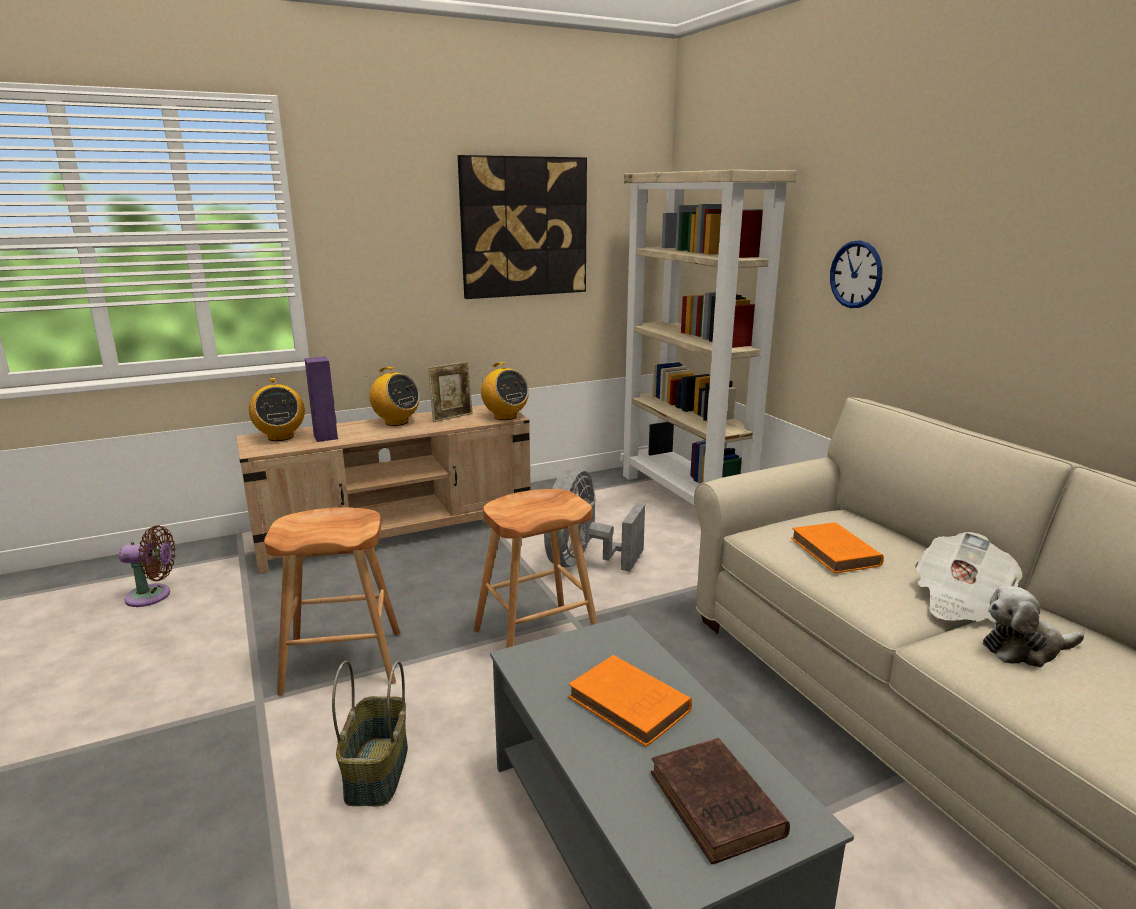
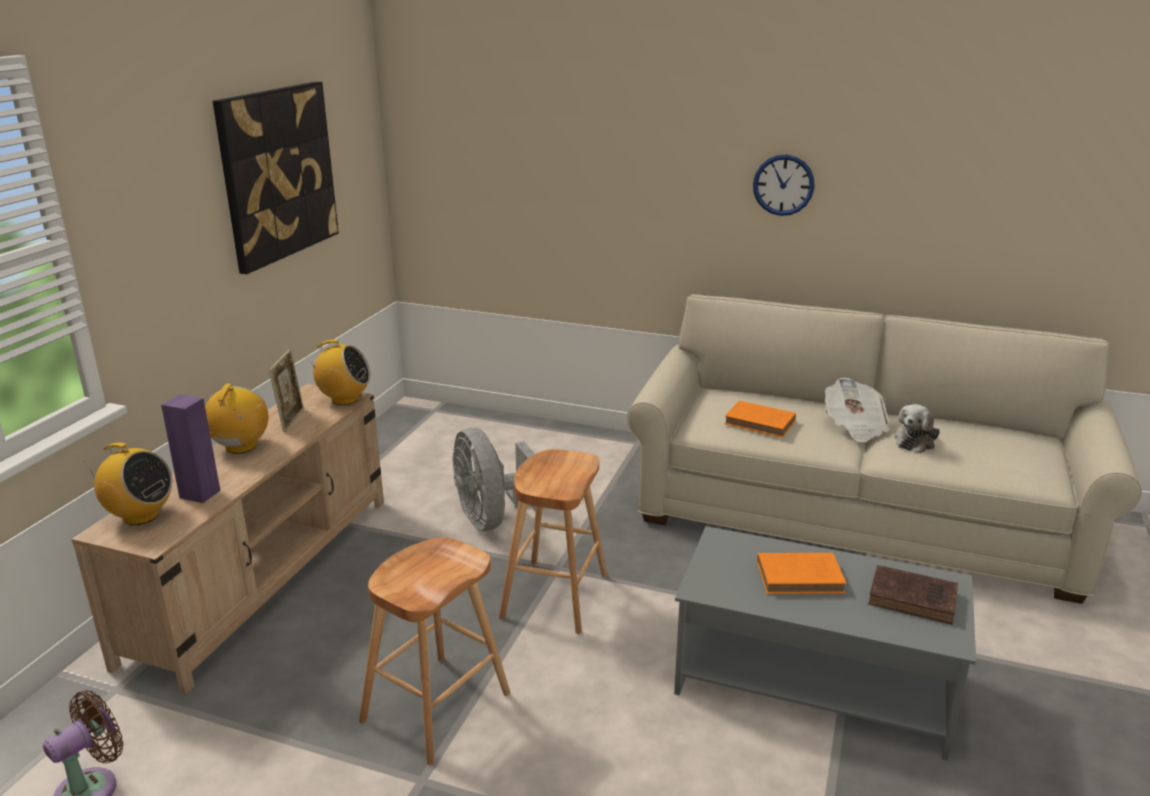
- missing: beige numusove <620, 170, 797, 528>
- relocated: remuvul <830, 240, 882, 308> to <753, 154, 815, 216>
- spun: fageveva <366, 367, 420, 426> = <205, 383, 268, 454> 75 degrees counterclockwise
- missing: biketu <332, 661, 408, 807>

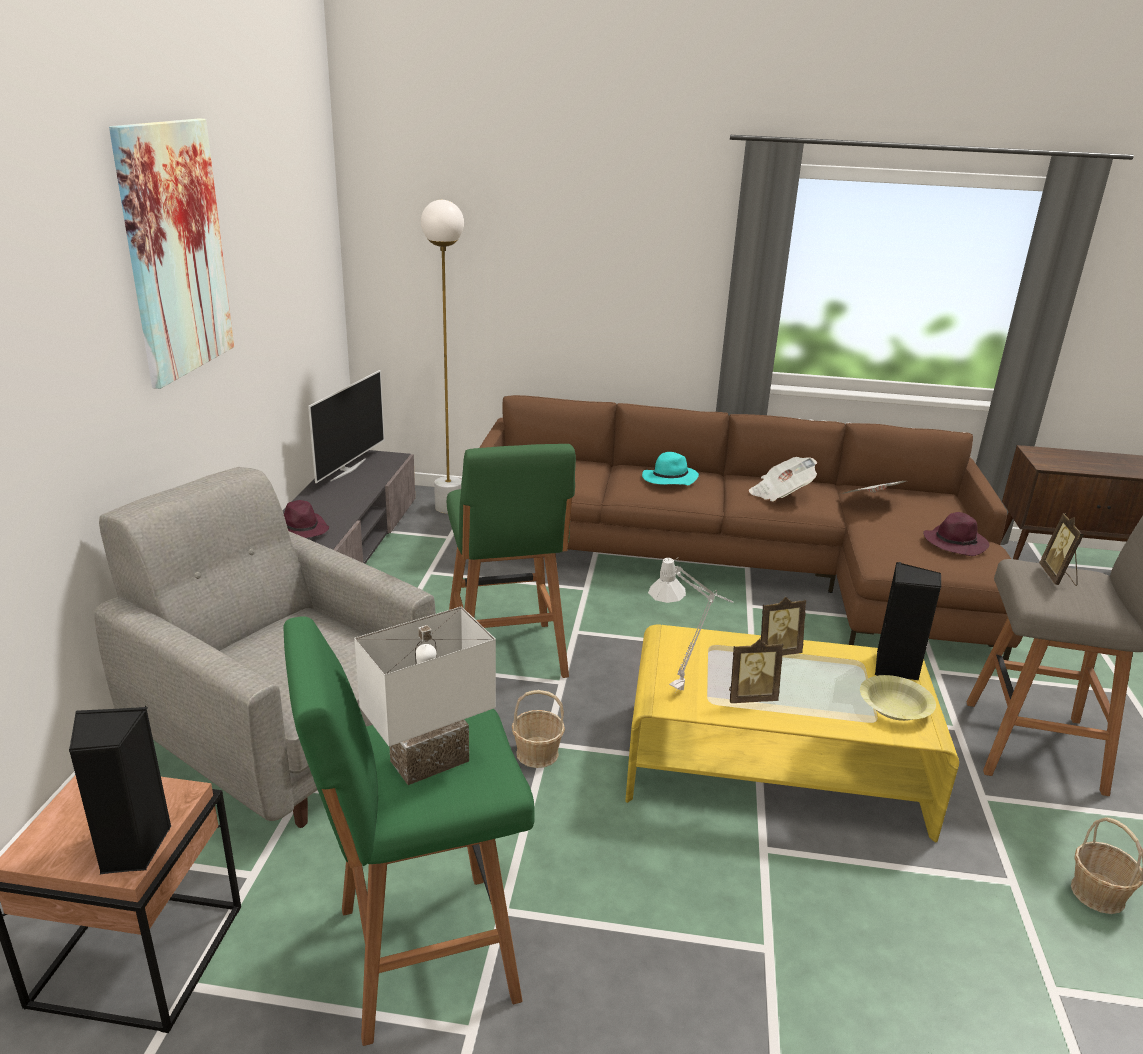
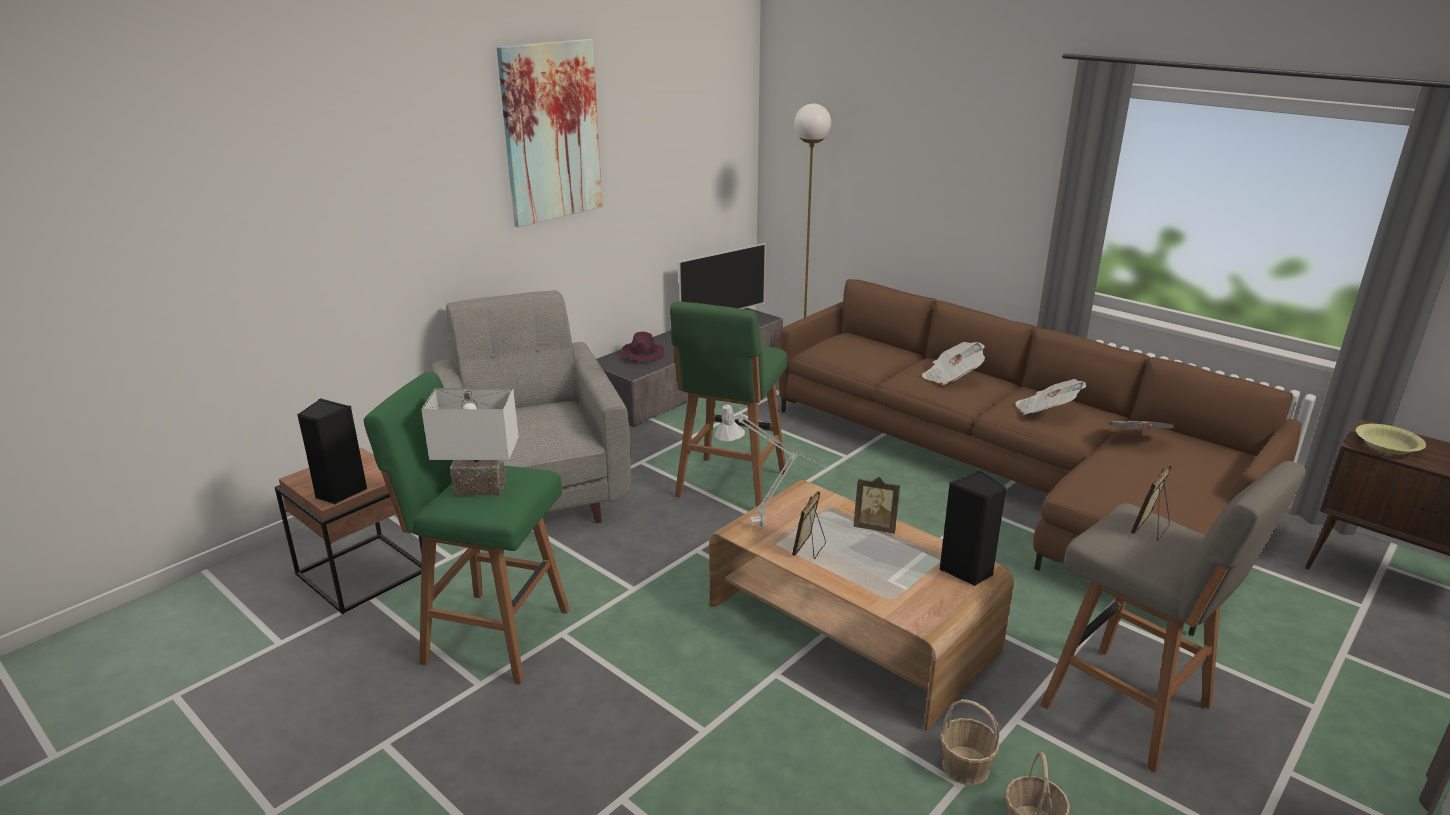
- exchanged: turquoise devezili <642, 452, 699, 485> to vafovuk <922, 342, 985, 385>
- missing: purple devezili <923, 512, 989, 556>
- colour: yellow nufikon <625, 625, 959, 842> to brown nufikon <709, 480, 1014, 730>
- spun: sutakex <729, 639, 783, 703> = <792, 491, 826, 559> 90 degrees clockwise
- relocated: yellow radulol <860, 675, 936, 721> to <1356, 424, 1426, 455>
- relocated: biketu <512, 690, 565, 768> to <940, 699, 1000, 785>

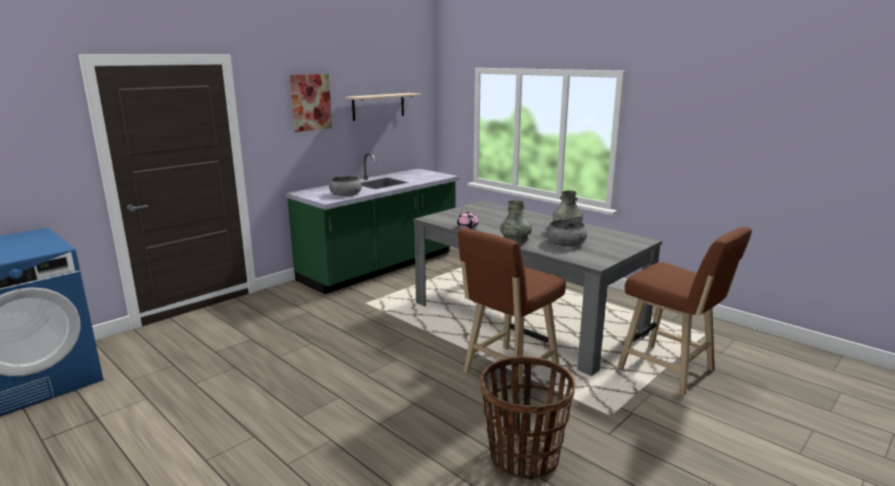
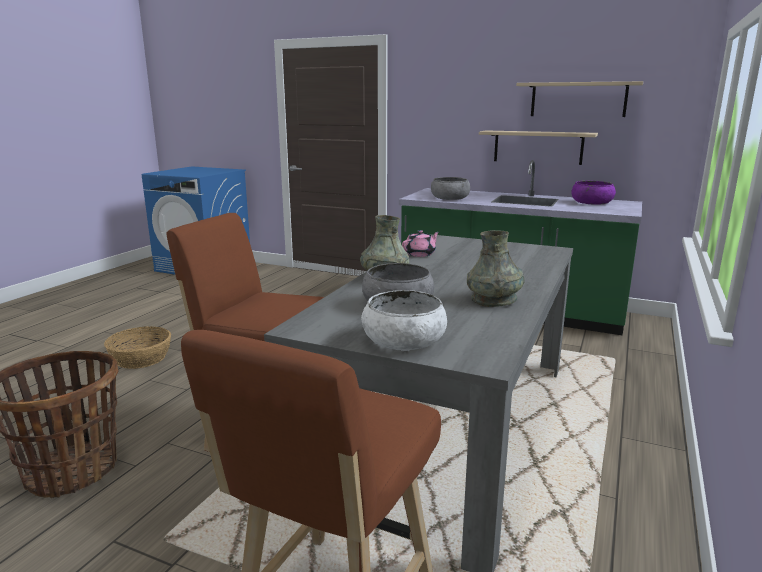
- missing: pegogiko <290, 74, 332, 132>
- appeared: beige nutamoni <479, 130, 598, 165>
- appeared: purple radulol <571, 181, 616, 205>
- appeared: white radulol <361, 290, 447, 351>
- appeared: biketu <104, 326, 171, 369>

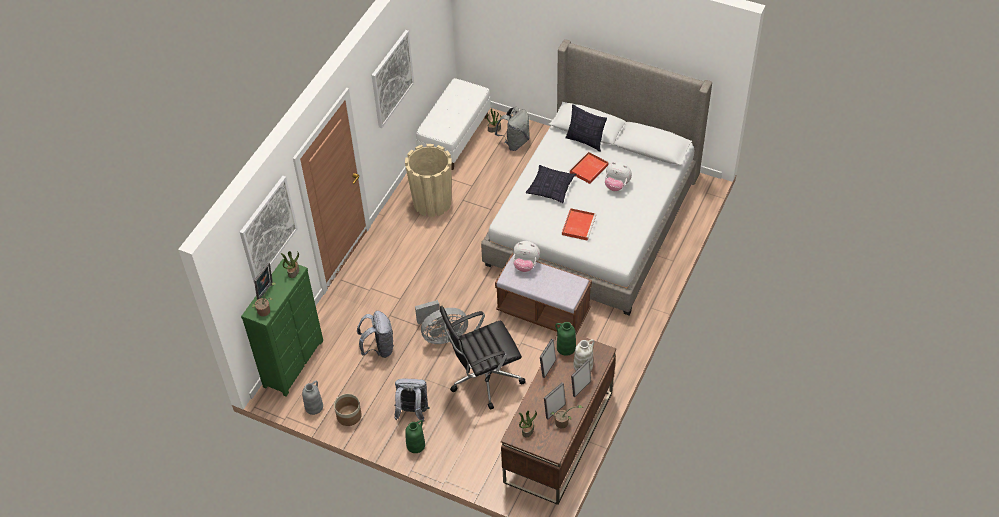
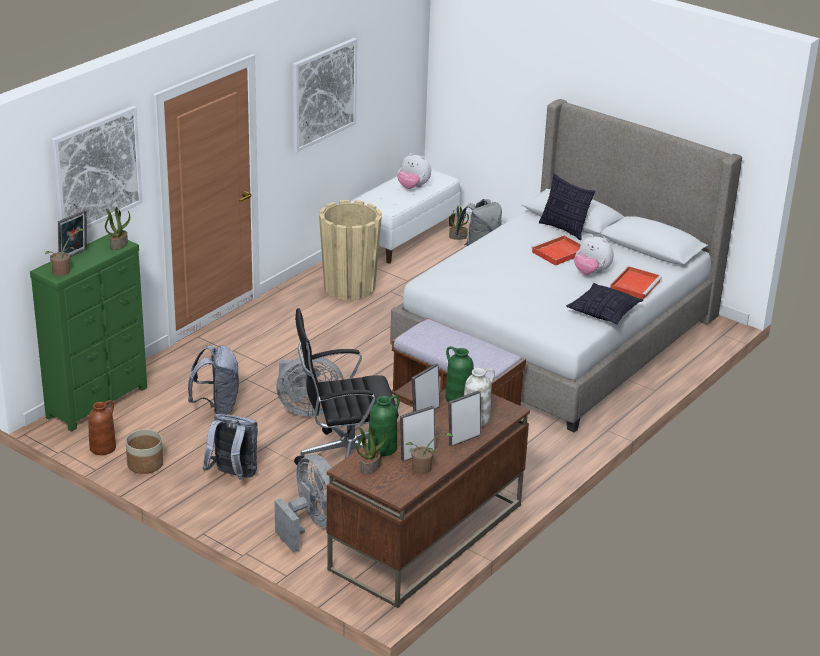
- relocated: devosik <525, 165, 576, 203> to <566, 283, 643, 324>
- relocated: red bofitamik <562, 208, 597, 241> to <610, 266, 662, 300>
- relocated: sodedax <513, 241, 540, 272> to <397, 153, 431, 189>
- colour: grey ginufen <302, 381, 323, 415> to brown ginufen <88, 400, 116, 455>
- relocated: green ginufen <405, 420, 425, 453> to <368, 395, 400, 456>
- appeared: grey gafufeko <275, 454, 335, 552>

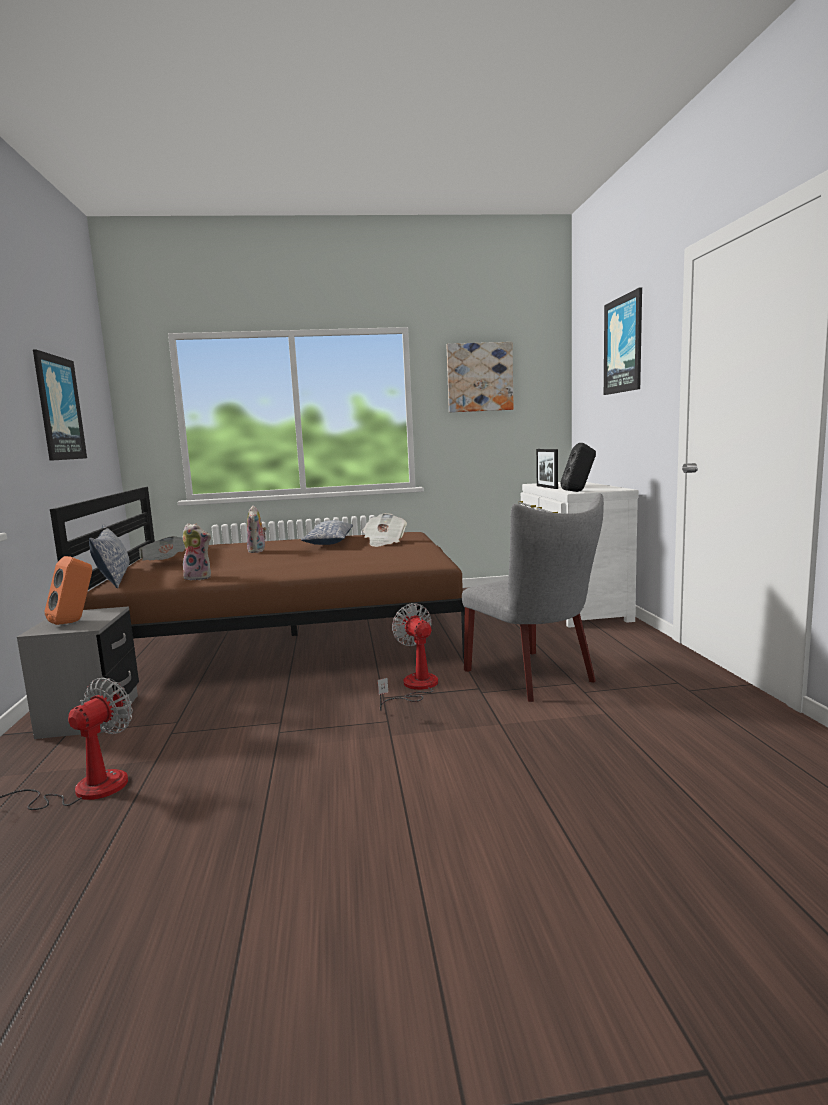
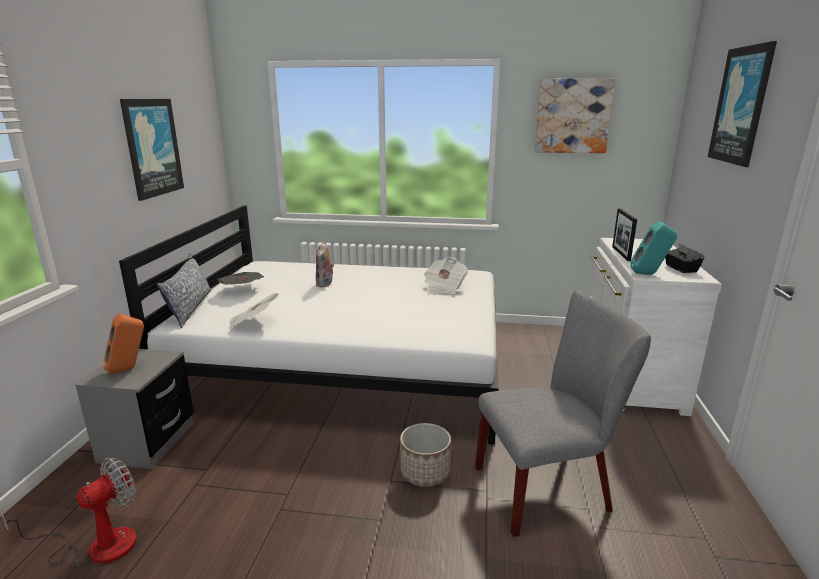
- colour: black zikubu <560, 443, 596, 492> to turquoise zikubu <631, 221, 677, 275>
- colour: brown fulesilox <50, 487, 465, 659> to white fulesilox <119, 205, 499, 445>
- spun: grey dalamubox <462, 493, 604, 702> = <475, 290, 651, 537> 90 degrees counterclockwise
- missing: devosik <301, 520, 353, 545>
- exchanged: sodedax <182, 523, 211, 580> to vafovuk <229, 293, 279, 329>
- exchanged: gafufeko <378, 603, 438, 711> to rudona <400, 423, 451, 487>
- appeared: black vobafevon <665, 243, 704, 273>

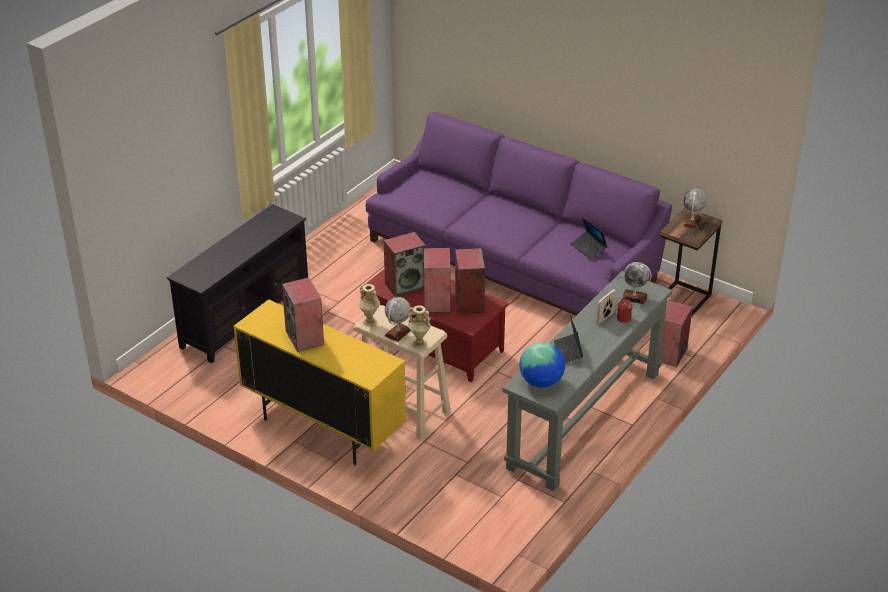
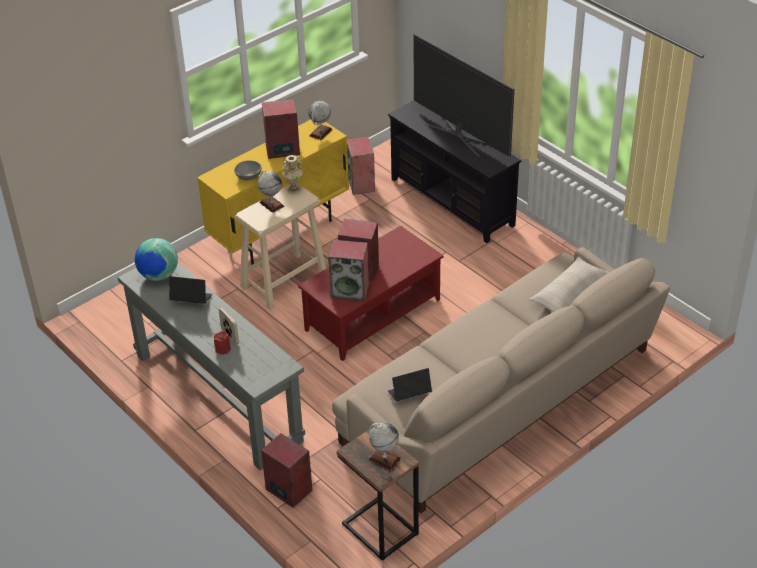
- colour: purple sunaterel <366, 112, 672, 315> to beige sunaterel <332, 247, 670, 514>
- relocated: zikubu <384, 232, 425, 297> to <347, 136, 375, 195>
- relocated: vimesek <621, 262, 652, 304> to <308, 101, 332, 140>
- missing: beige ginufen <408, 305, 431, 349>
- appeared: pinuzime <413, 34, 514, 157>
- appeared: grey radulol <234, 160, 262, 181>
- appeared: beige devosik <529, 257, 610, 312>

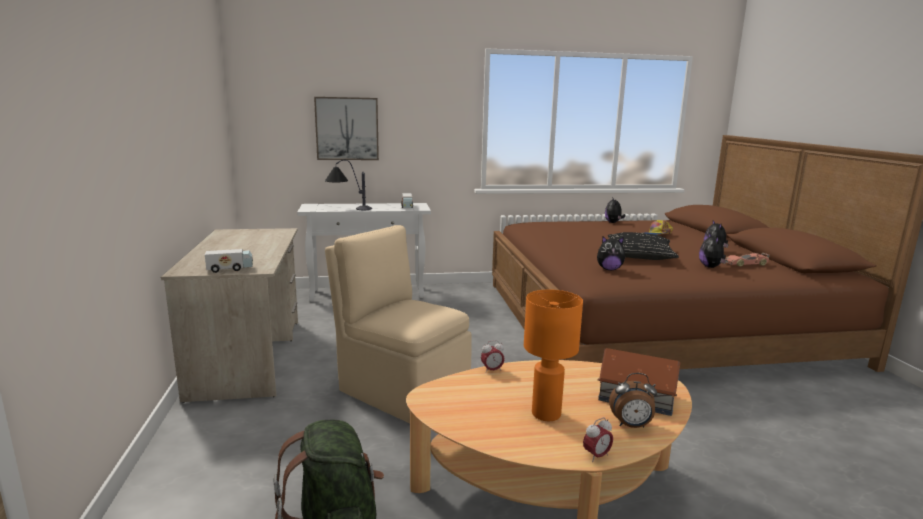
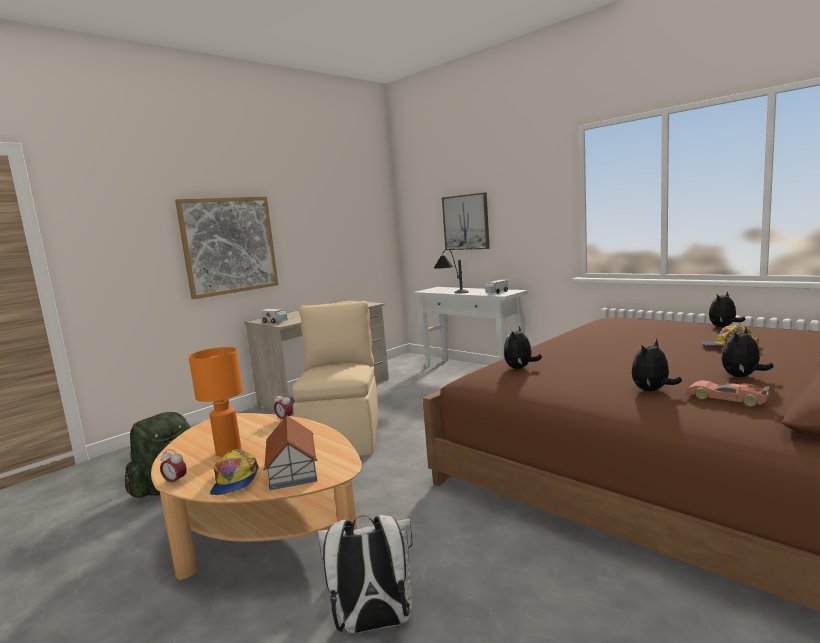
- missing: black devosik <608, 232, 679, 260>
- spun: sodedax <597, 237, 626, 270> = <504, 326, 542, 369> 60 degrees clockwise
- exchanged: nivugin <609, 373, 657, 428> to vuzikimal <210, 449, 259, 495>
- appeared: pegogiko <175, 196, 278, 299>
- appeared: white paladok <317, 515, 413, 633>

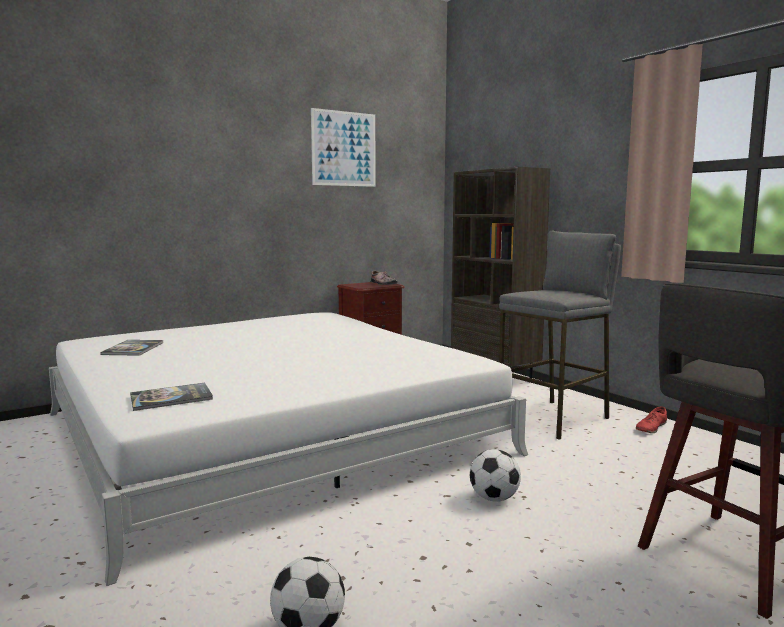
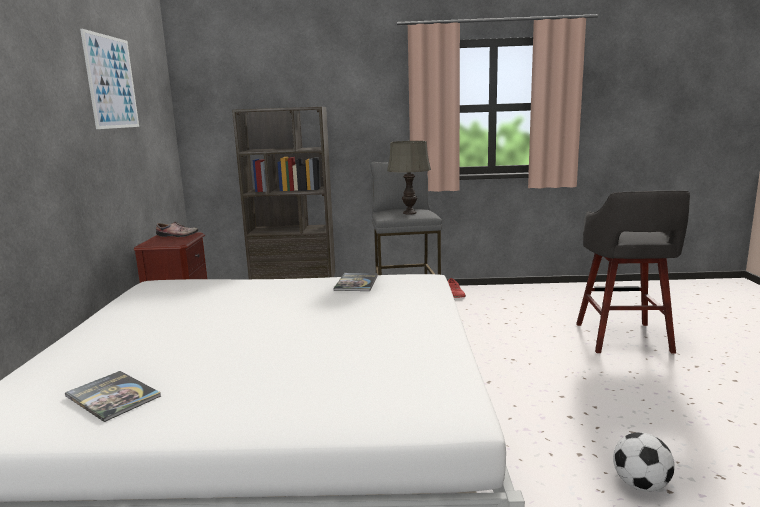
- relocated: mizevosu <130, 383, 213, 411> to <334, 273, 378, 291>
- missing: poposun <470, 449, 521, 502>
- appeared: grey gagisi <387, 141, 431, 215>

